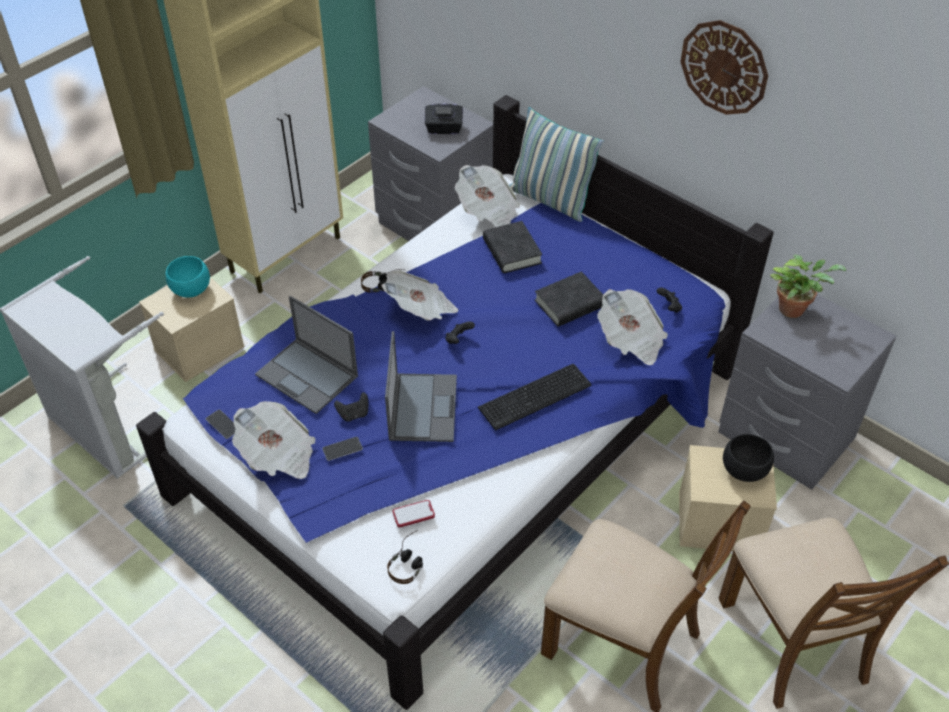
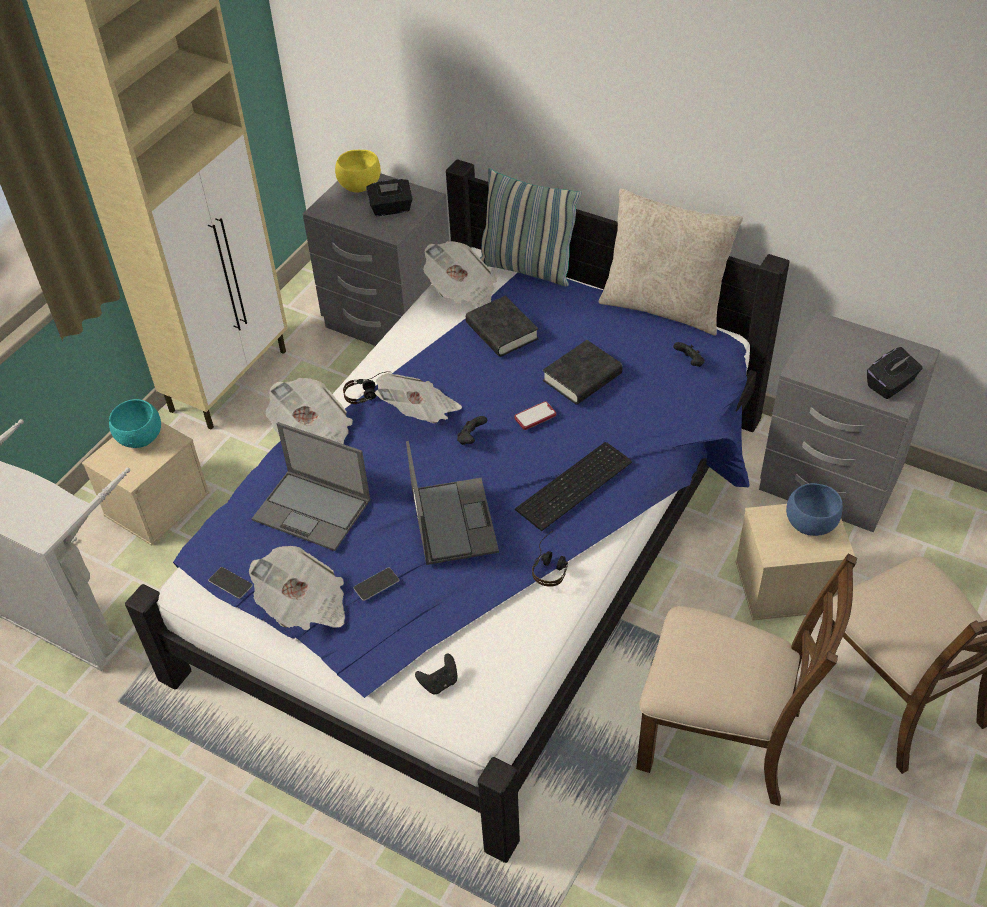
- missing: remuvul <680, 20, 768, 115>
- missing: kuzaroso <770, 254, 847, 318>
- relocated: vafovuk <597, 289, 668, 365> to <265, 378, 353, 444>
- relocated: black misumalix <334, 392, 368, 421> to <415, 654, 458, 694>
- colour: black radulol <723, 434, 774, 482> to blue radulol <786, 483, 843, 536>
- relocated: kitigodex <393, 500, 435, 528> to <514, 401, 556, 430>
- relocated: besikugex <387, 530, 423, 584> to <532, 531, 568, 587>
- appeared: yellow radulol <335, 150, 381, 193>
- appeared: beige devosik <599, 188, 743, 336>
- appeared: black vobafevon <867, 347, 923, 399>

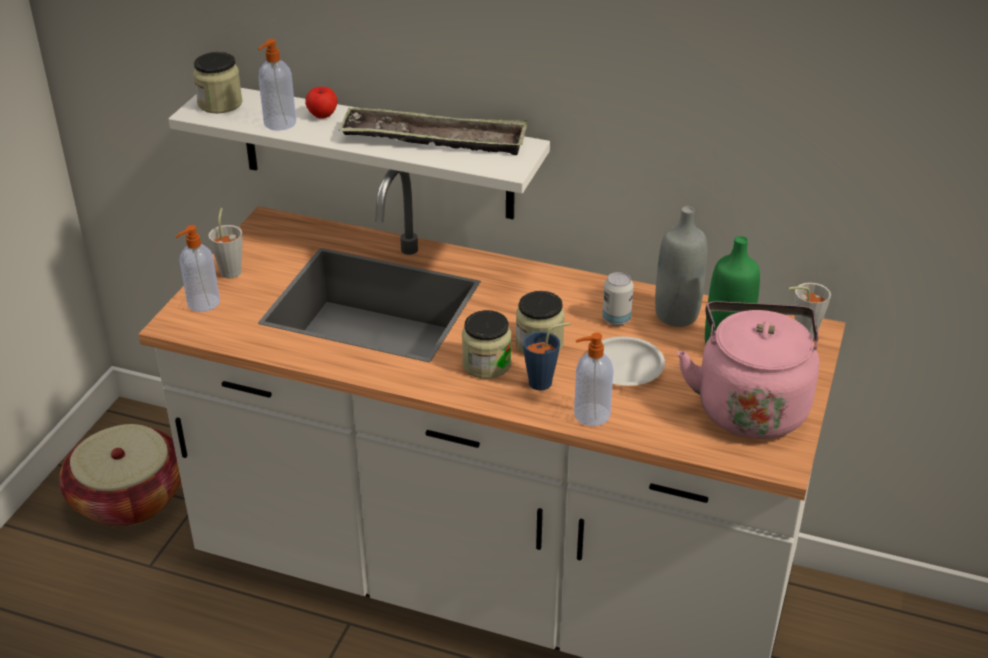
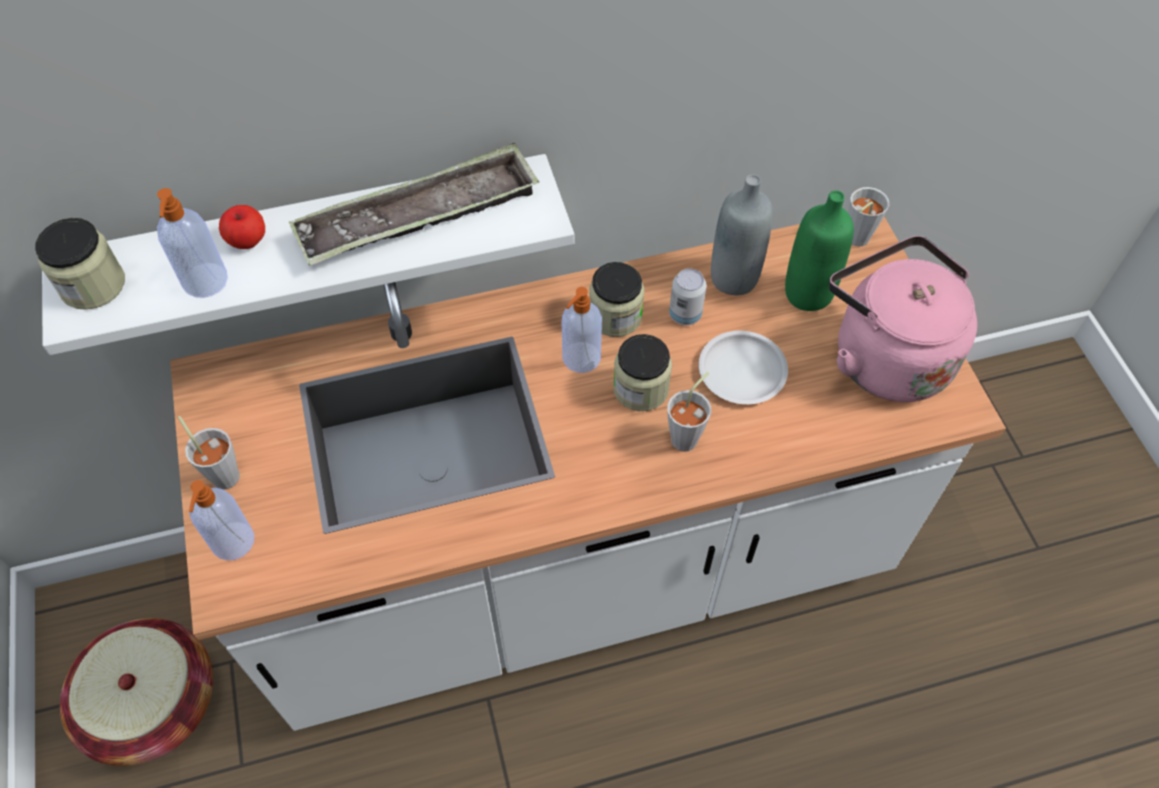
- relocated: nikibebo <462, 310, 511, 379> to <589, 262, 644, 337>
- colour: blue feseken <523, 322, 570, 391> to grey feseken <667, 372, 711, 452>
- relocated: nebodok <574, 333, 614, 426> to <562, 287, 602, 373>

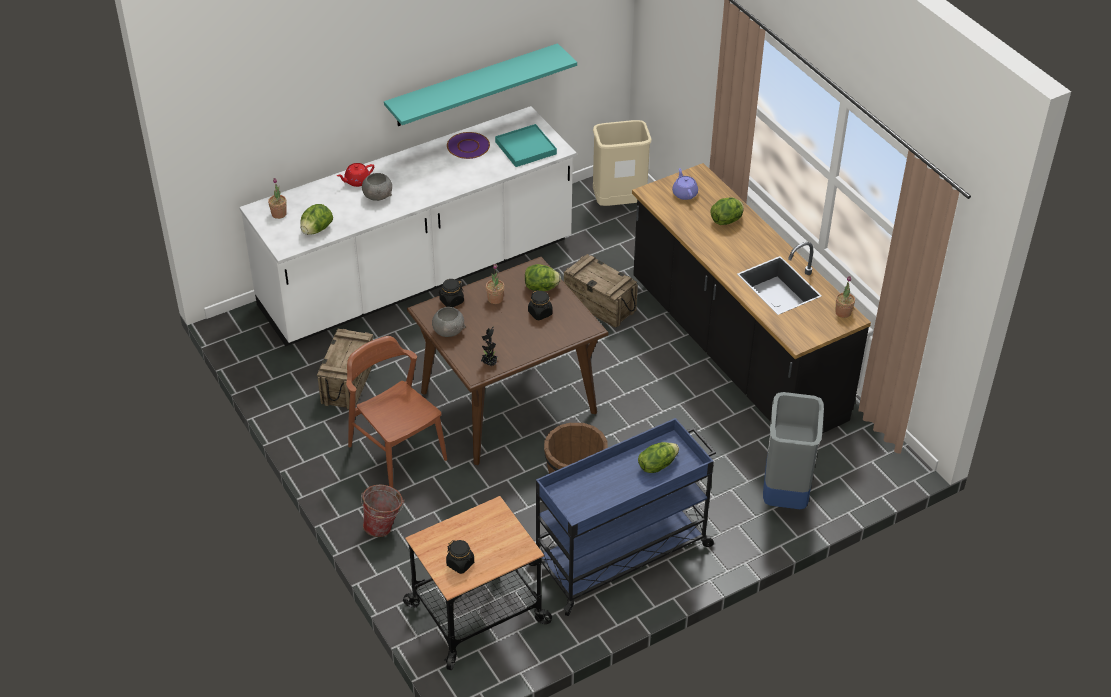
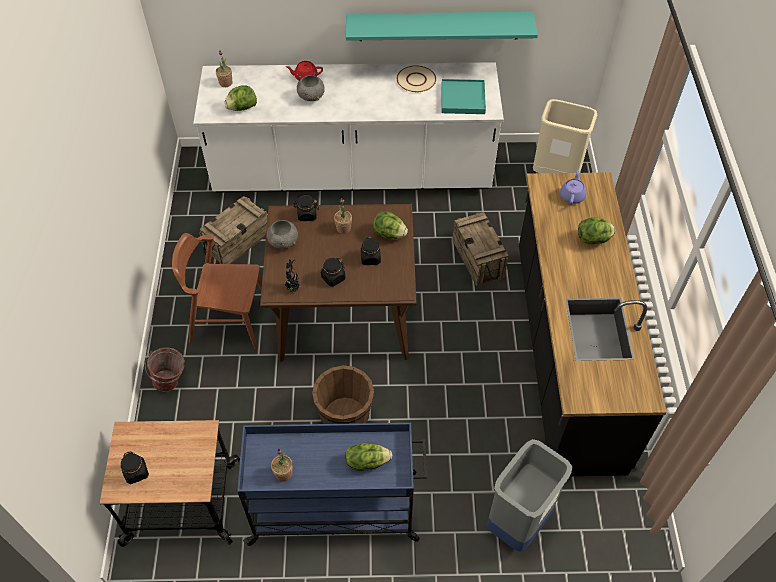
- colour: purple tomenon <447, 132, 490, 159> to beige tomenon <397, 65, 436, 92>
- relocated: kuzaroso <835, 276, 855, 318> to <271, 449, 293, 482>
- spun: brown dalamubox <346, 336, 447, 487> = <172, 233, 262, 350> 75 degrees counterclockwise
- appeared: black nikibebo <321, 258, 345, 287>

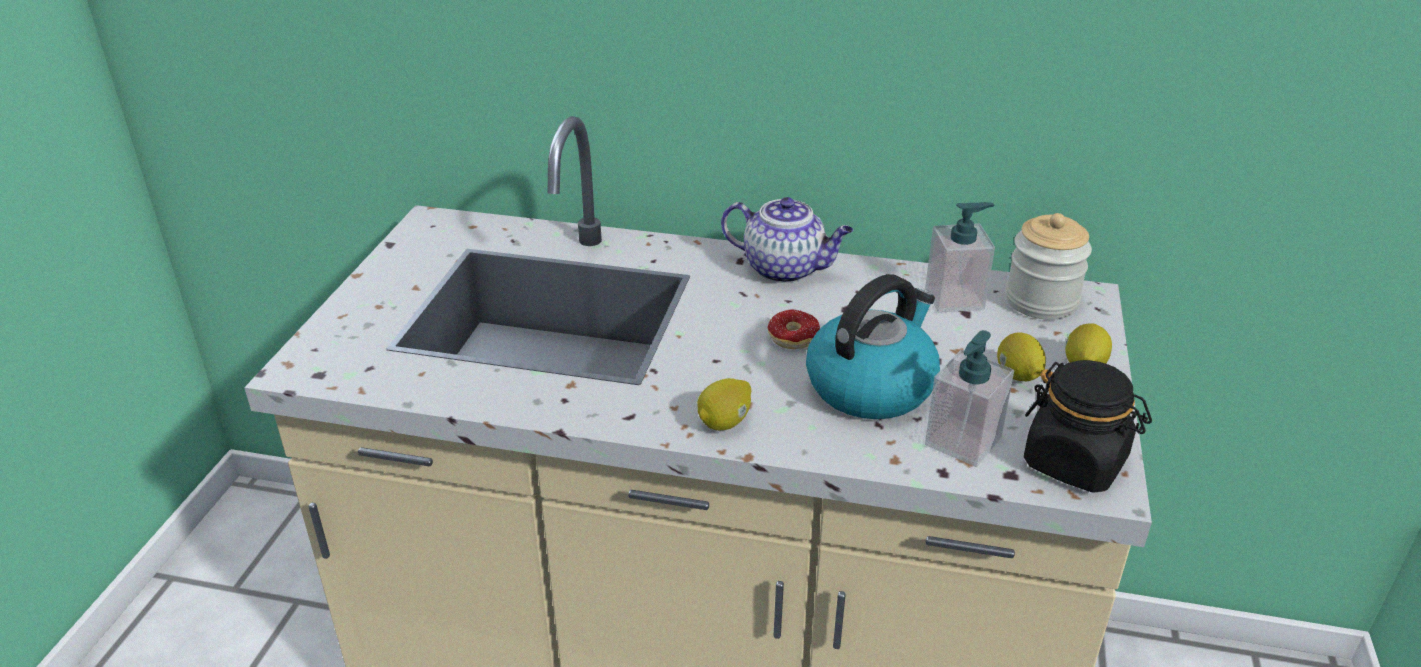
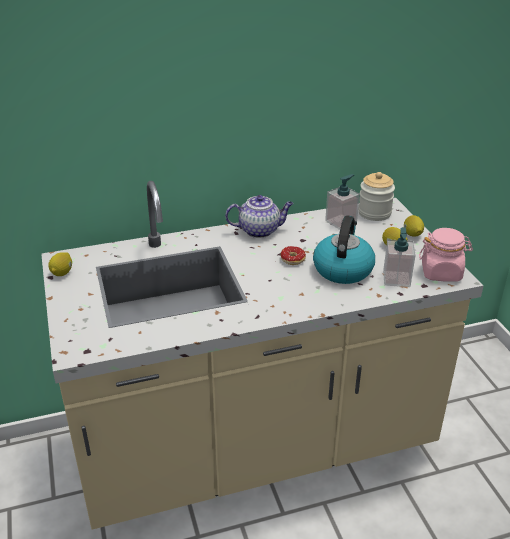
- colour: black nikibebo <1024, 360, 1152, 493> to pink nikibebo <419, 228, 473, 282>
- relocated: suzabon <697, 378, 751, 430> to <48, 252, 72, 276>

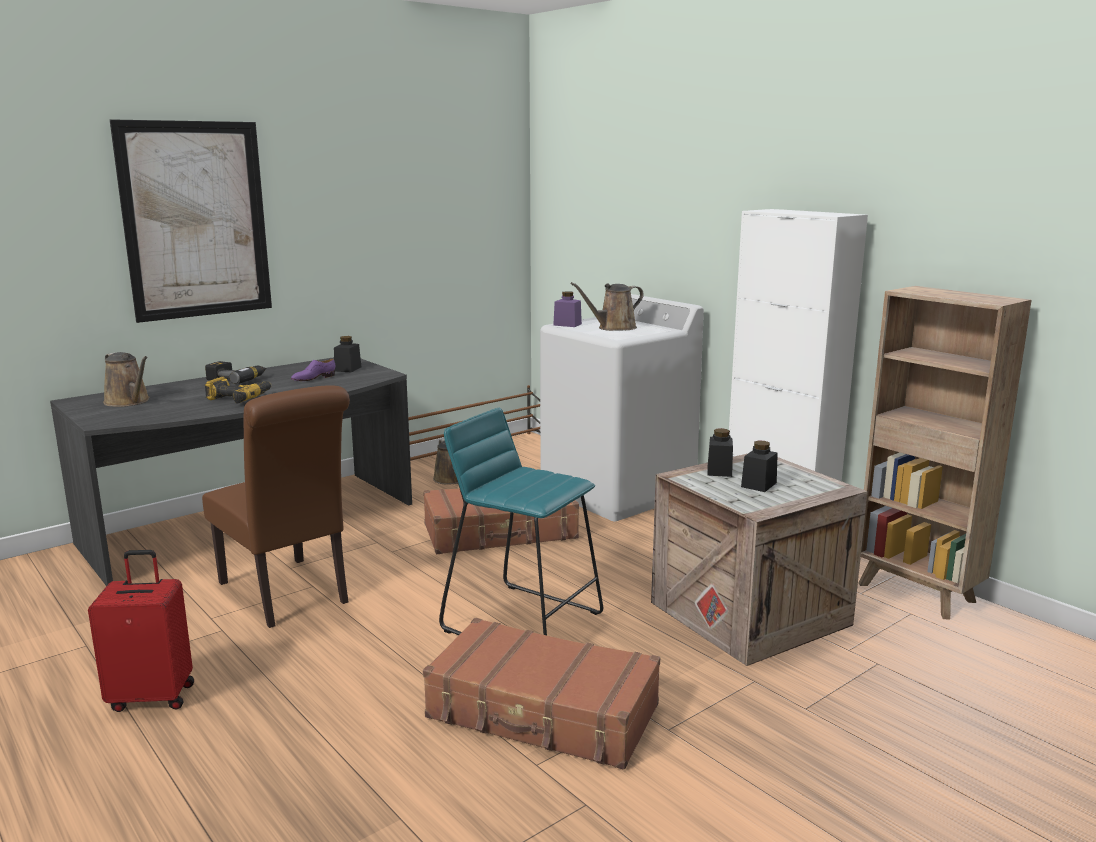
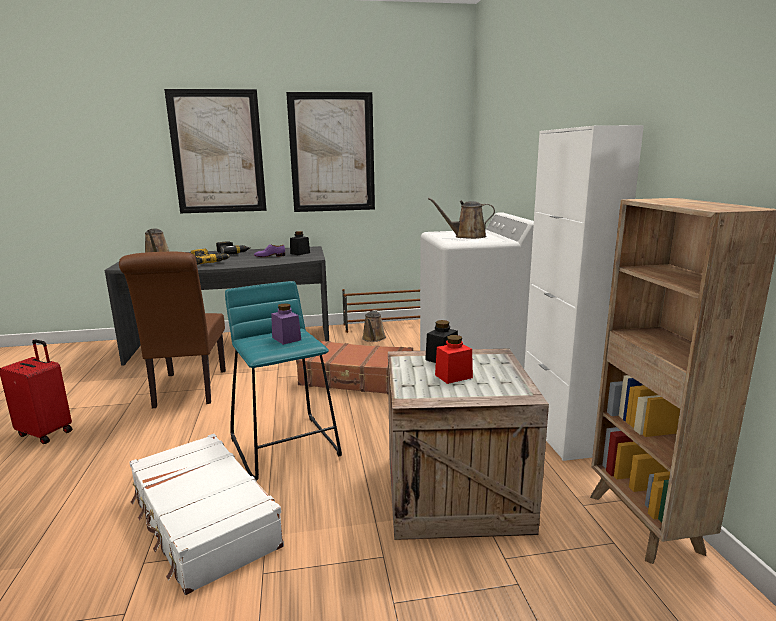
- relocated: purple nikibebo <553, 291, 582, 327> to <271, 303, 301, 345>
- colour: black nikibebo <741, 440, 778, 492> to red nikibebo <435, 335, 473, 384>
- colour: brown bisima <423, 618, 660, 770> to white bisima <130, 434, 284, 595>
- appeared: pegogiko <286, 92, 375, 212>

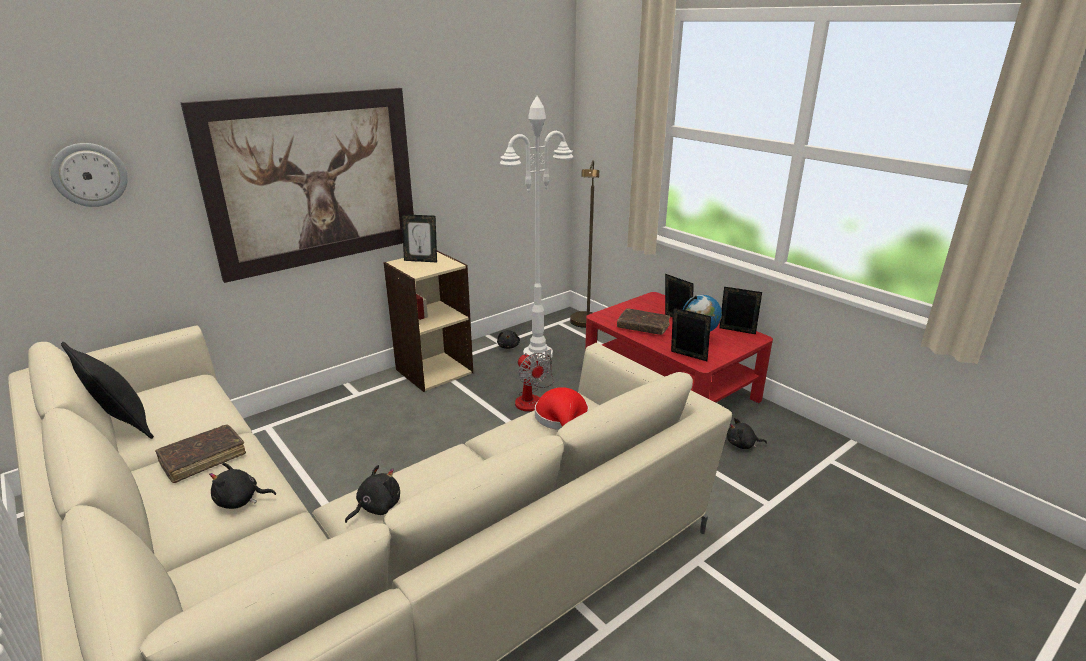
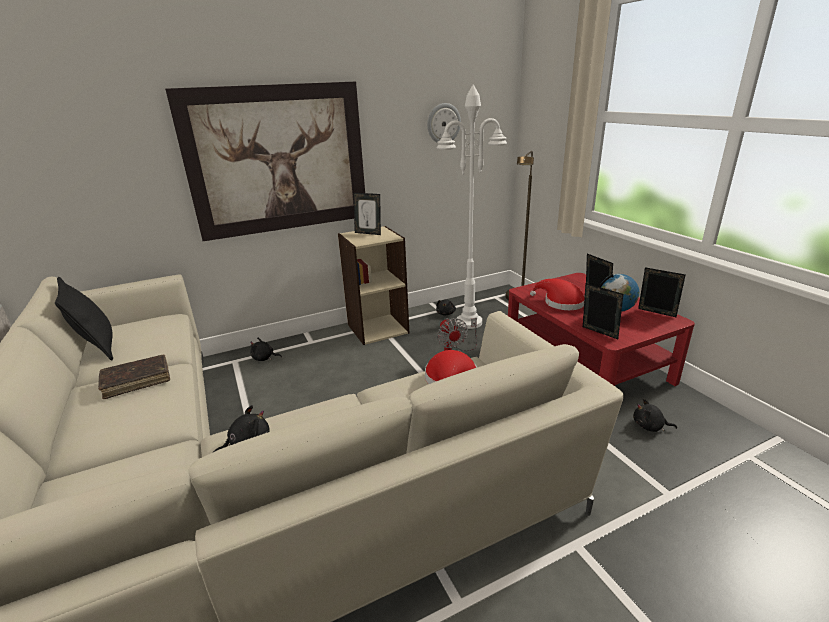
- relocated: remuvul <50, 143, 128, 207> to <427, 103, 461, 142>
- exchanged: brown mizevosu <617, 308, 670, 335> to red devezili <530, 279, 585, 310>
- relocated: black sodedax <209, 463, 276, 509> to <250, 337, 282, 361>

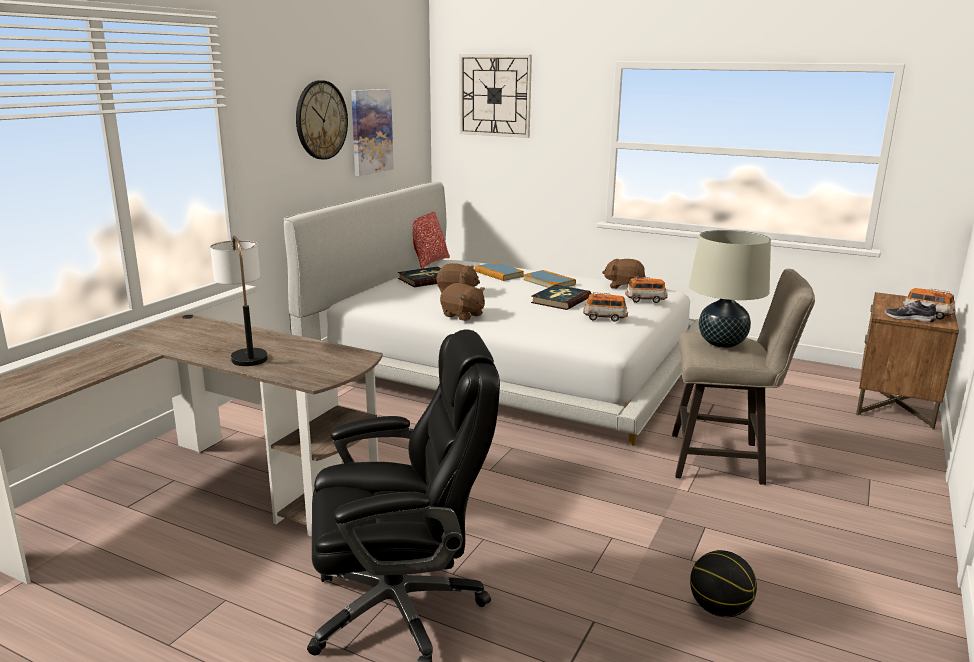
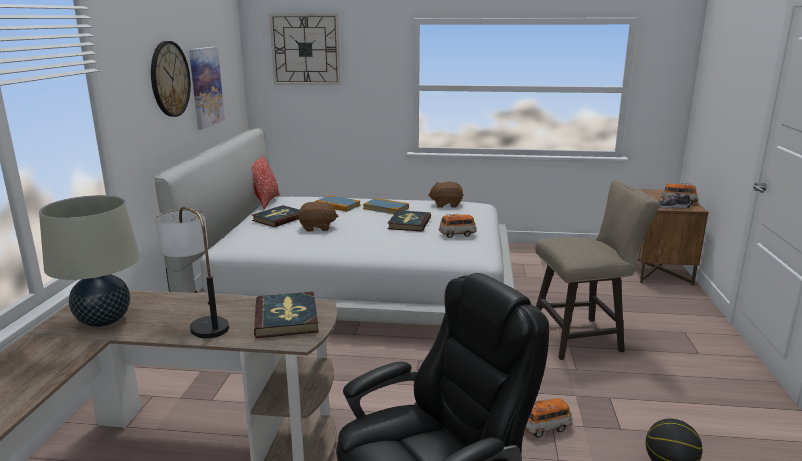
- relocated: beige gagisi <689, 230, 771, 348> to <39, 195, 140, 327>
- relocated: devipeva <625, 277, 668, 303> to <525, 398, 573, 438>
- missing: brown sodedax <440, 283, 485, 321>
- appeared: mizevosu <254, 292, 319, 338>

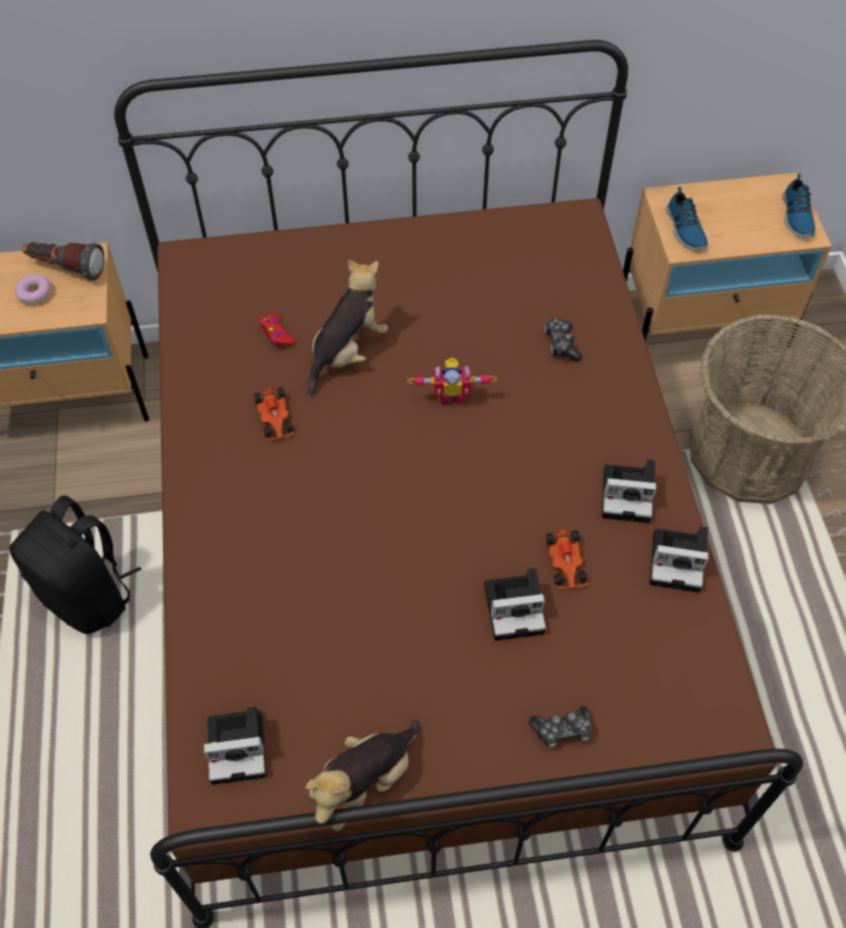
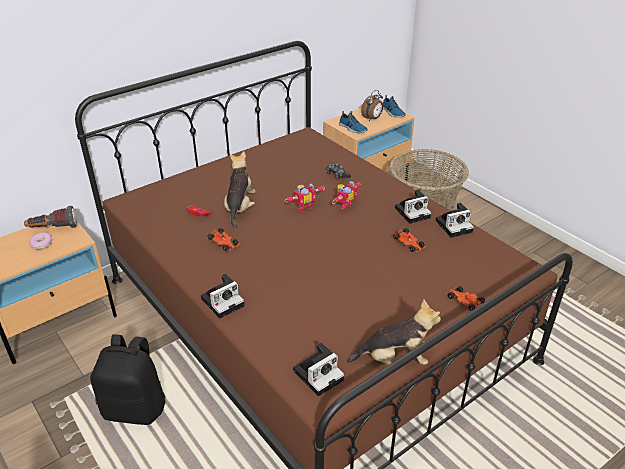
- relocated: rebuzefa <484, 568, 546, 641> to <201, 274, 244, 318>
- exchanged: misumalix <529, 707, 592, 749> to devipeva <446, 286, 485, 311>
- spun: sodedax <306, 720, 420, 831> = <347, 299, 441, 366> 105 degrees counterclockwise
- appeared: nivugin <361, 90, 383, 121>
- appeared: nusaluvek <332, 181, 361, 210>

